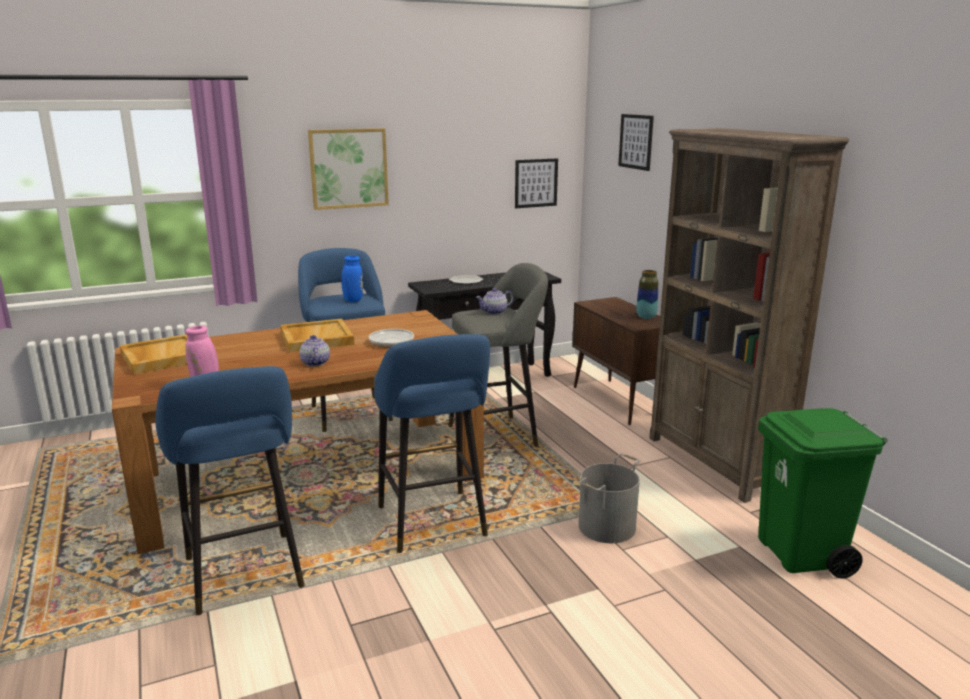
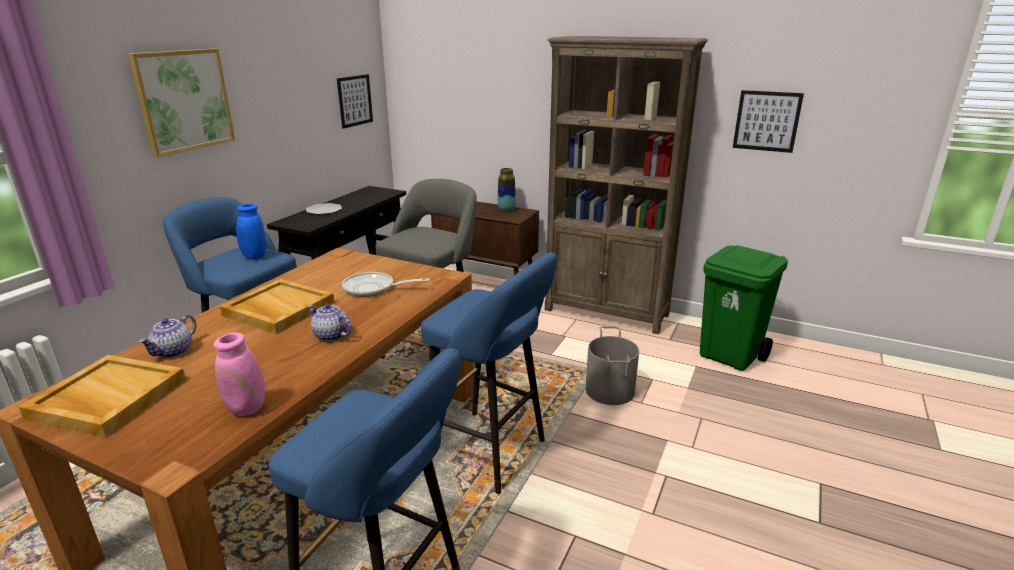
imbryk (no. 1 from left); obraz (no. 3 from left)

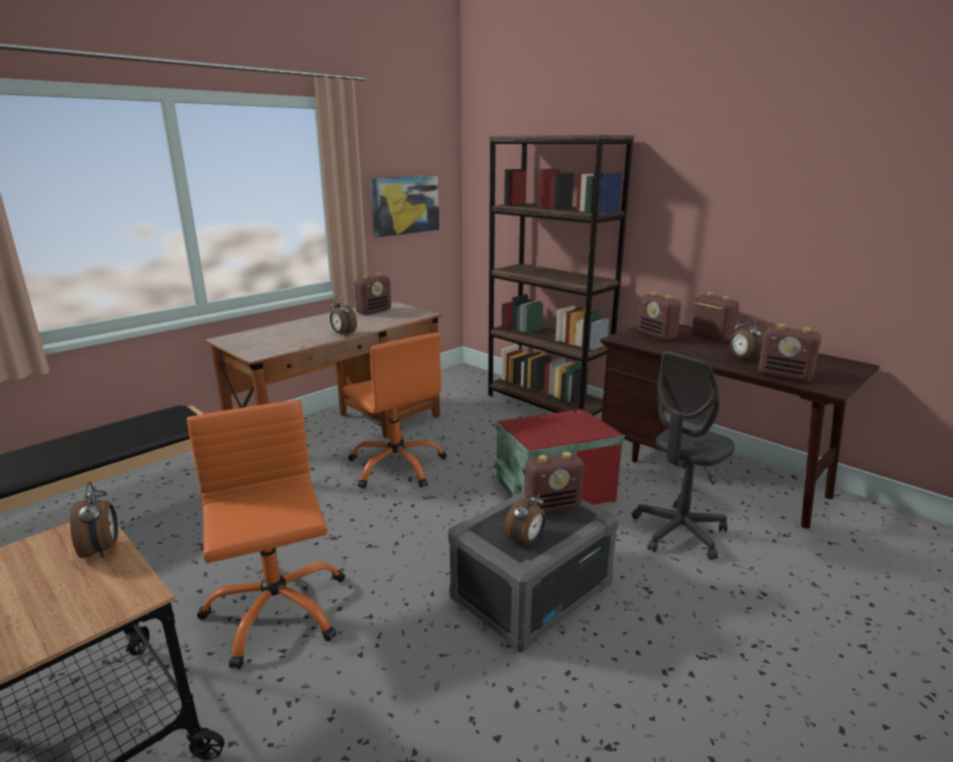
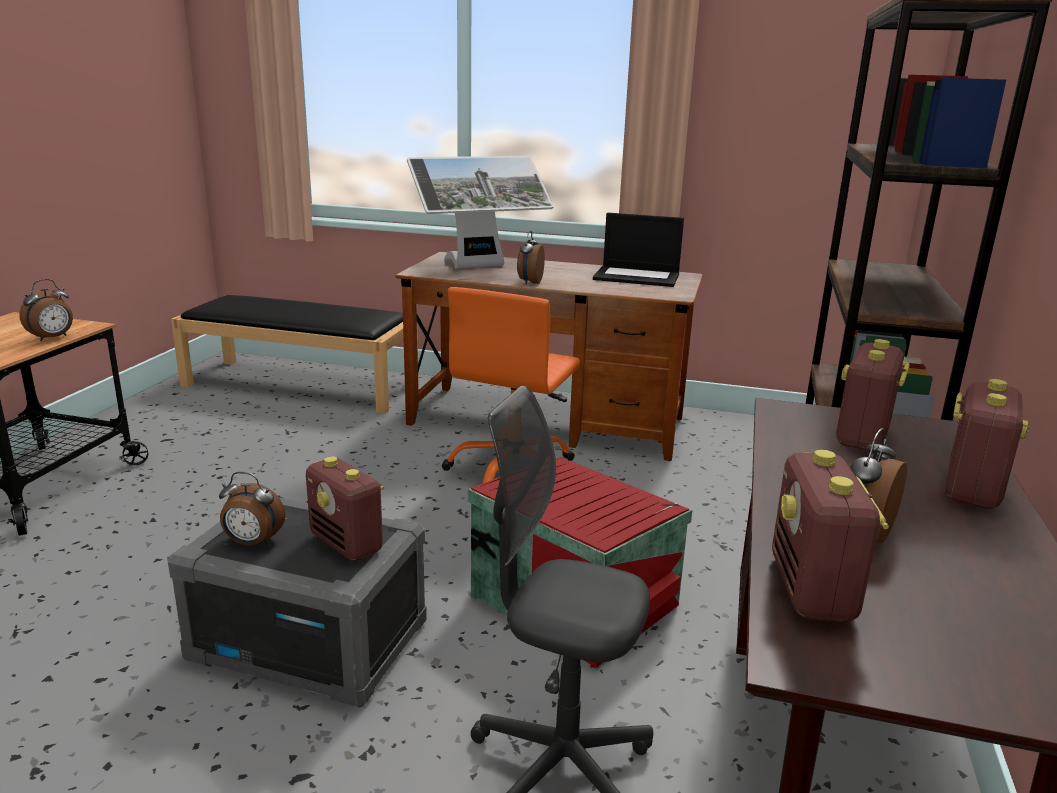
krzesło biurowe (pomarańczowy) (no. 1 from left in the first image); laptop; obraz; monitor

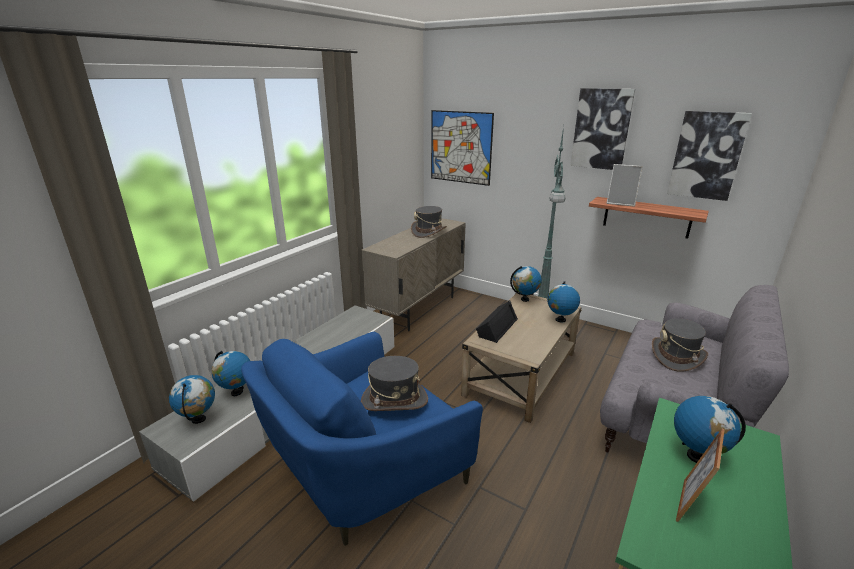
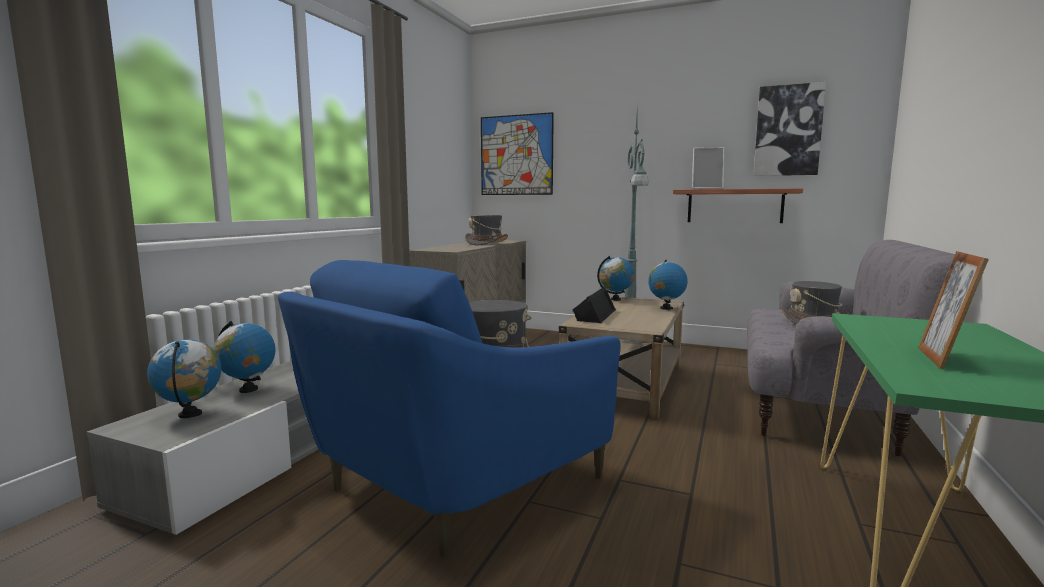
obraz (no. 2 from left in the first image); globus (no. 5 from left in the first image)

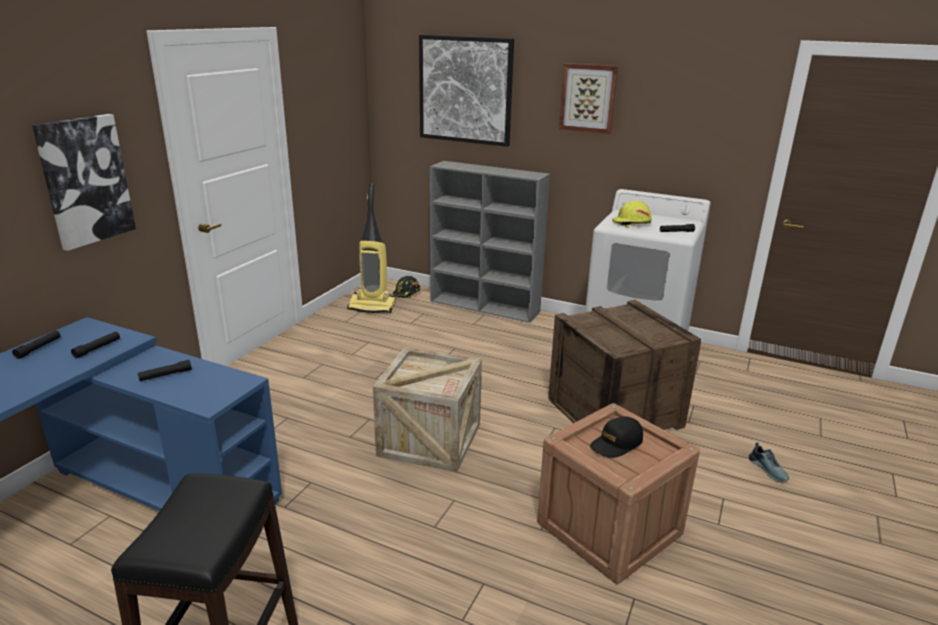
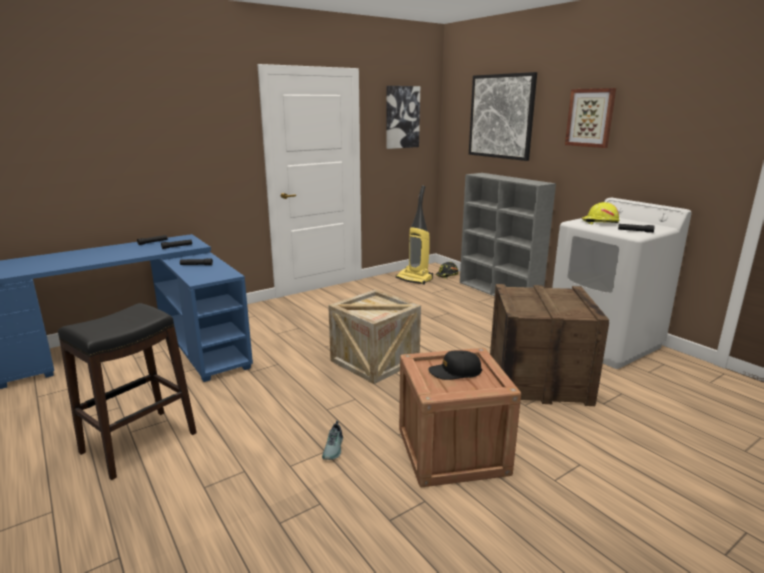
obraz (no. 1 from left); but

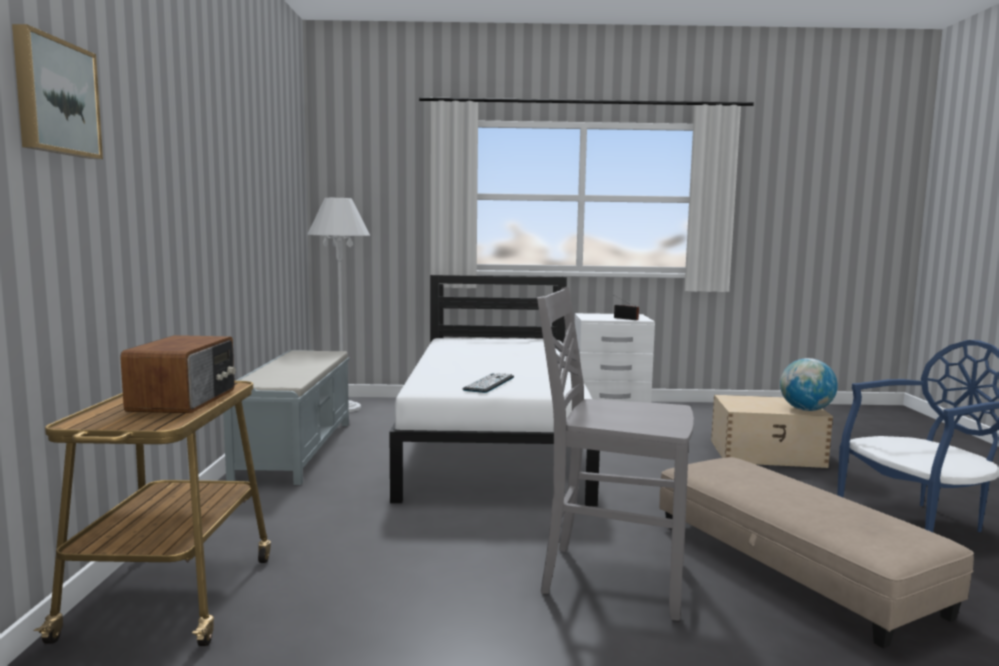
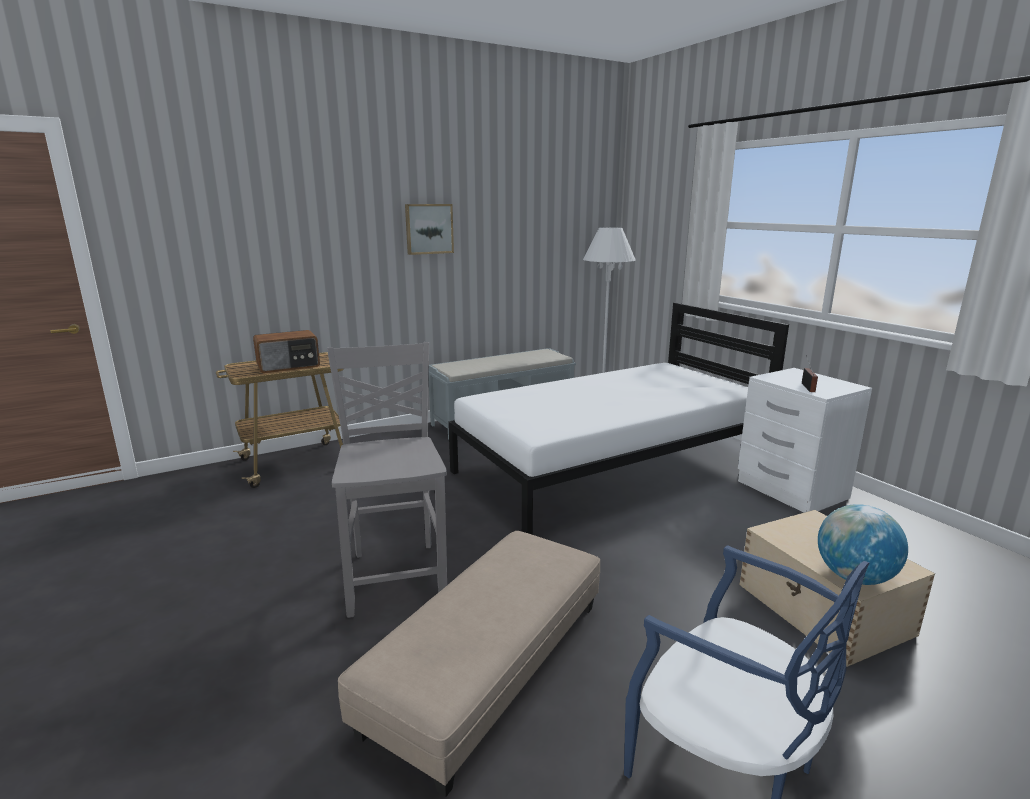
obraz; klawiatura

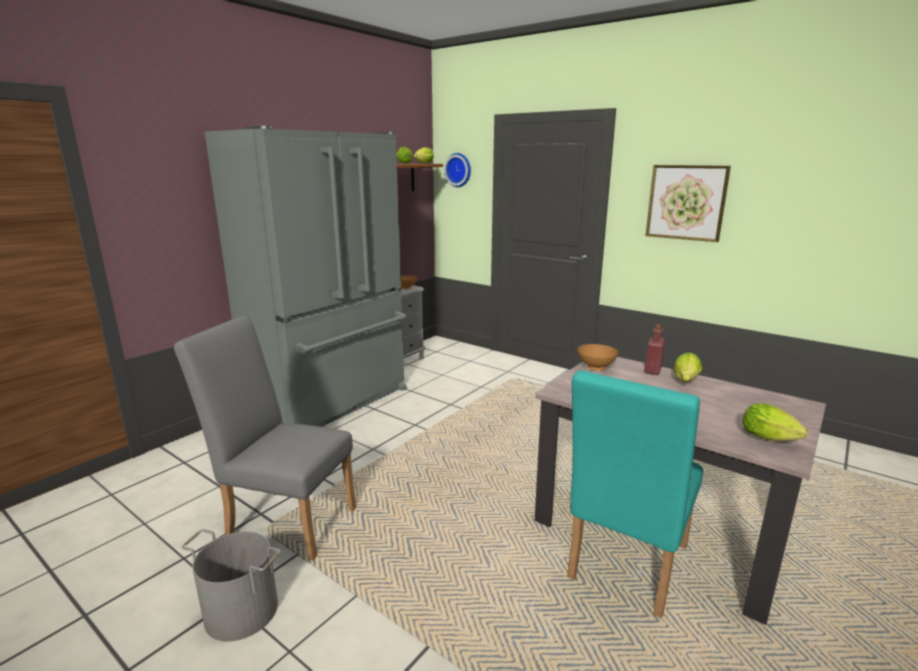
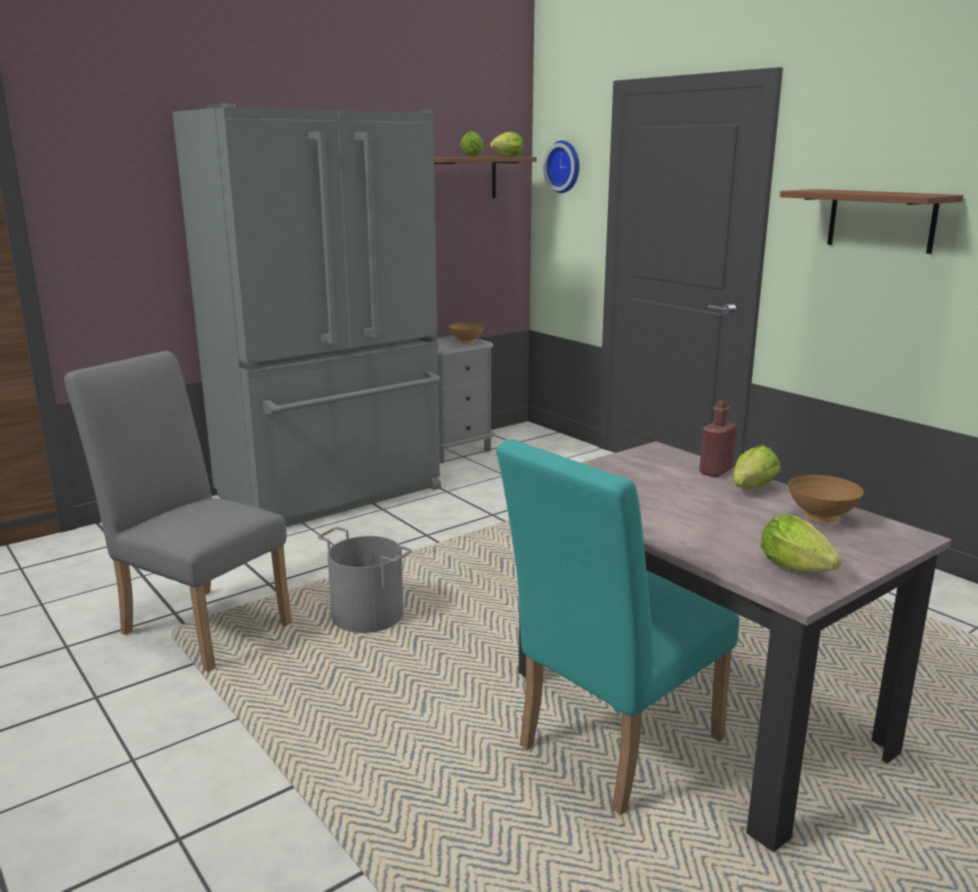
wiadro (szary); miska (brązowy) (no. 2 from left); półka (brązowy) (no. 2 from left)

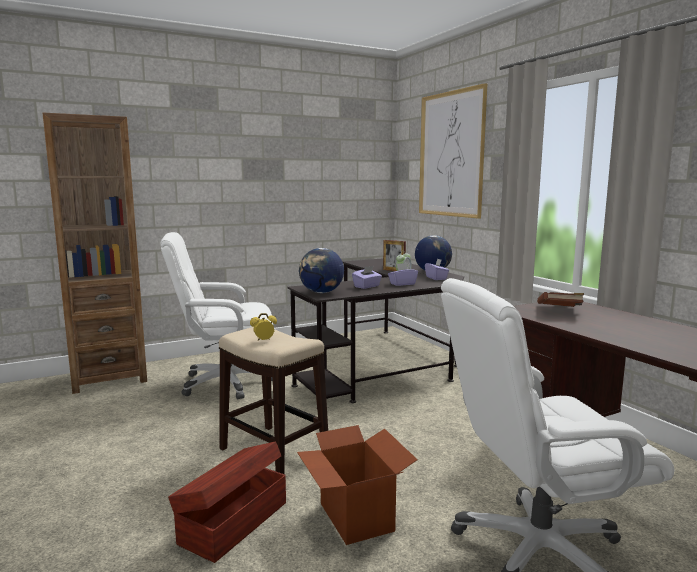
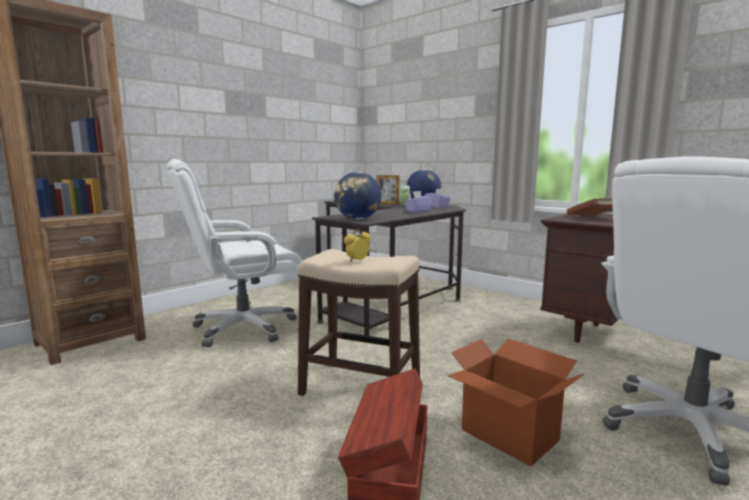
pudełko chusteczek (fioletowy) (no. 1 from left in the first image); obraz

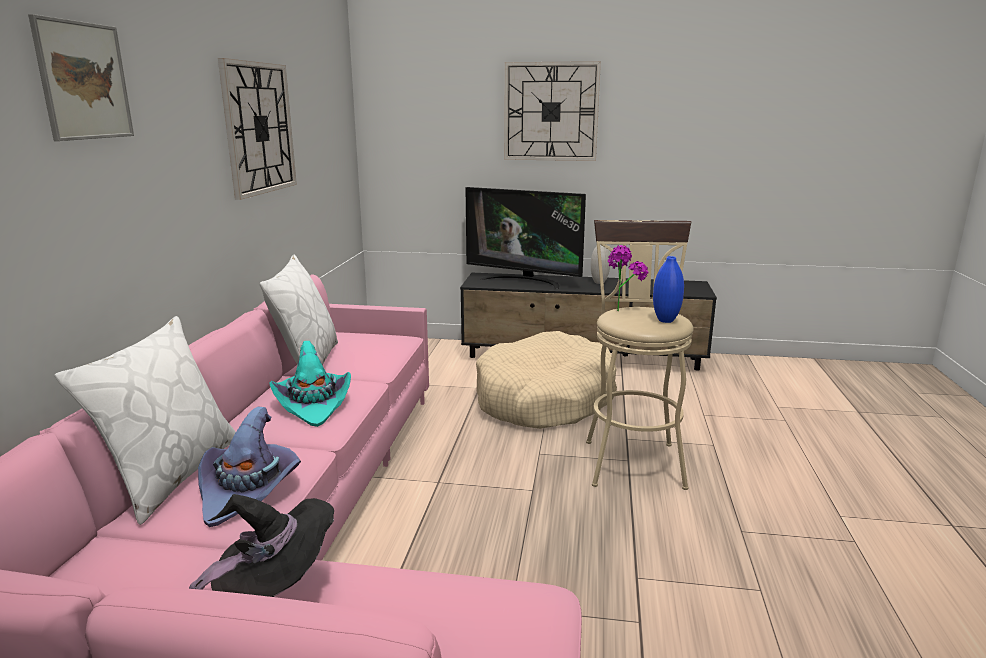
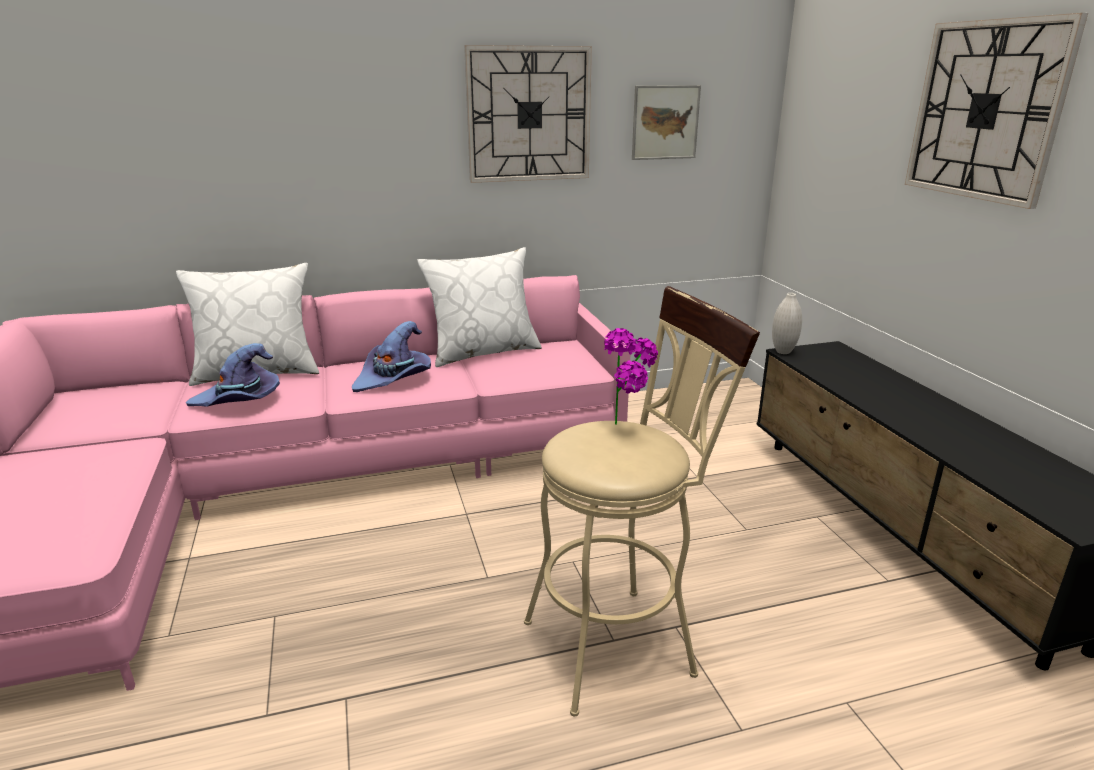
obraz; kapelusz (czarny); kapelusz (fioletowy) (no. 2 from left); telewizor; legowisko (beżowy); wazon (biały); wazon (niebieski)

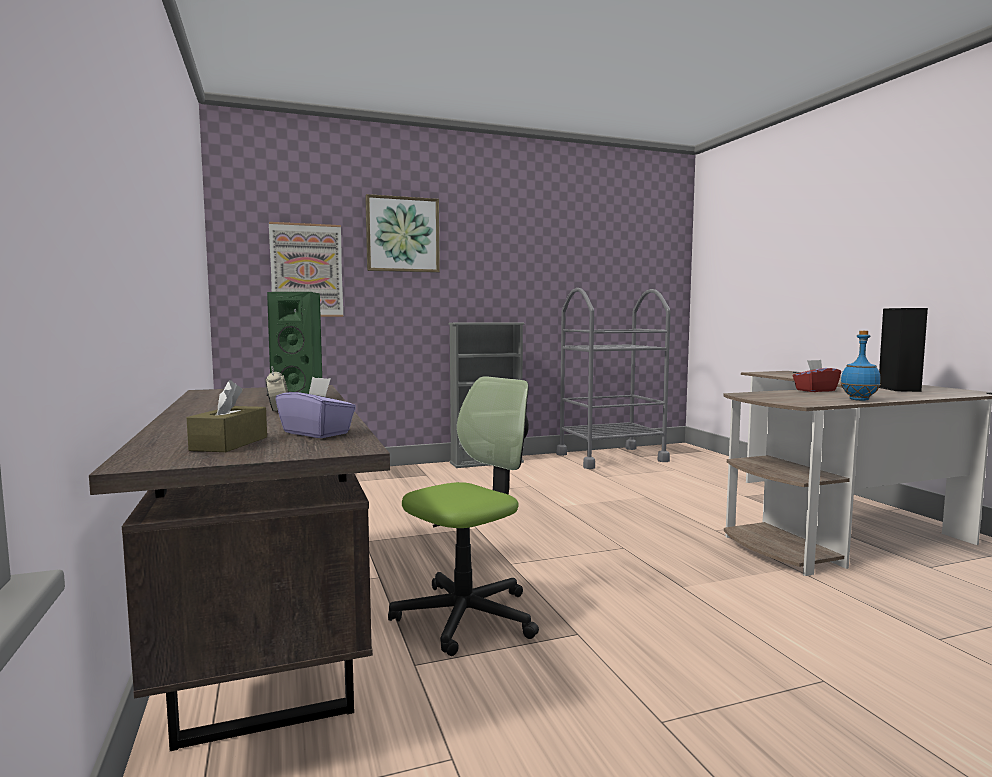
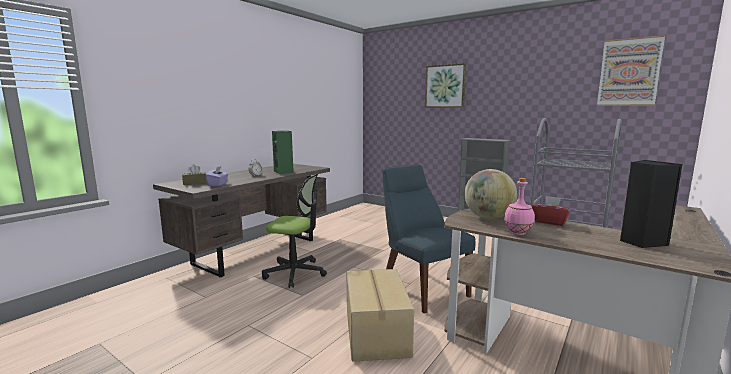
obraz (no. 2 from left); butelka (różowy); karton; krzesło (niebieski); globus

